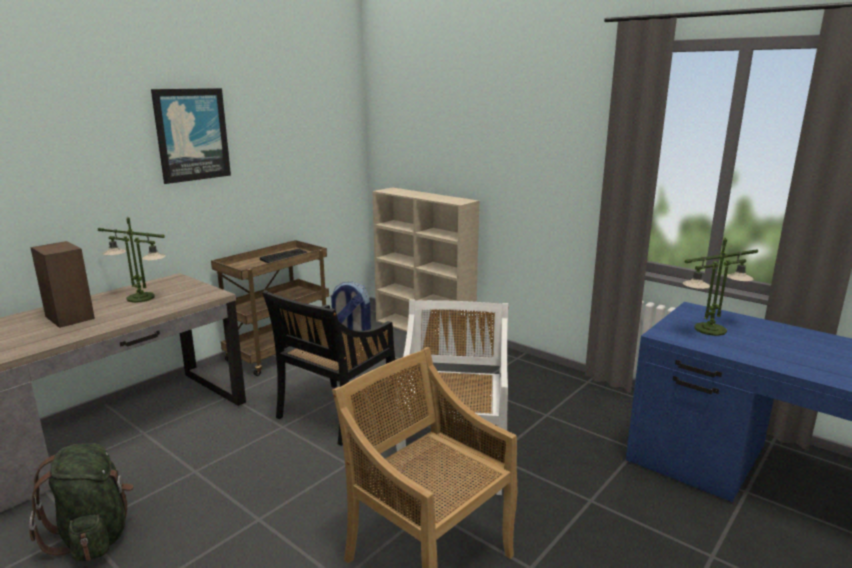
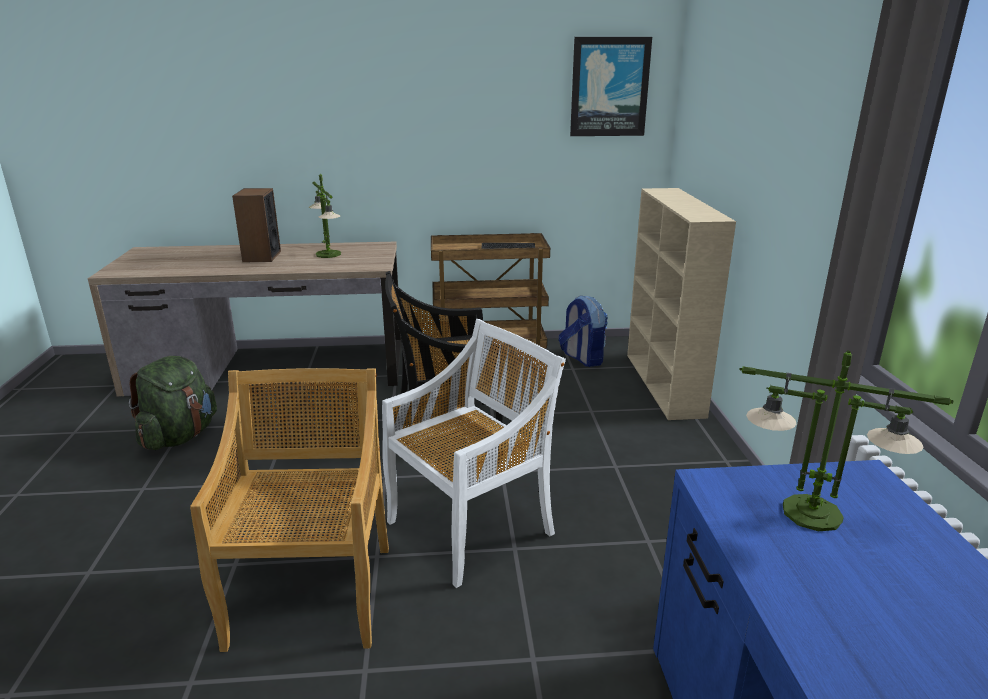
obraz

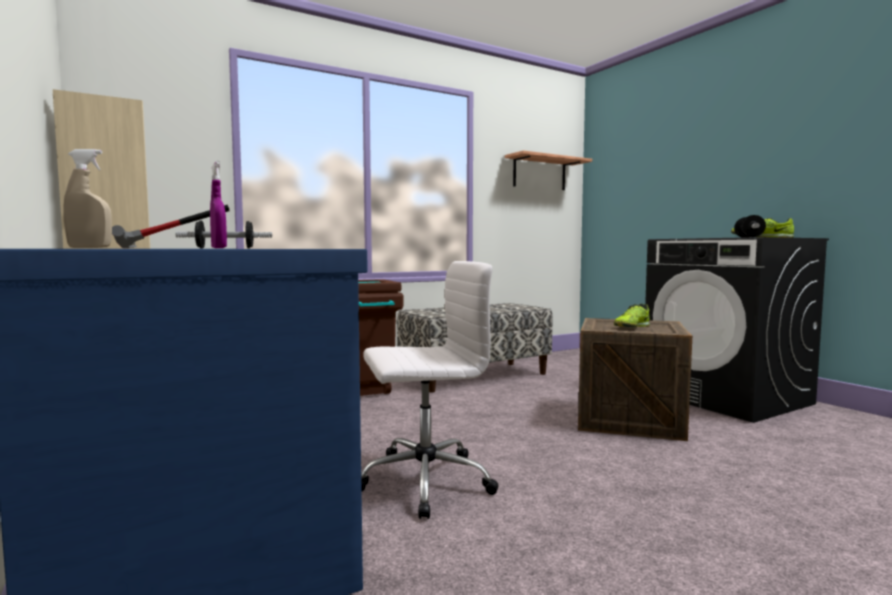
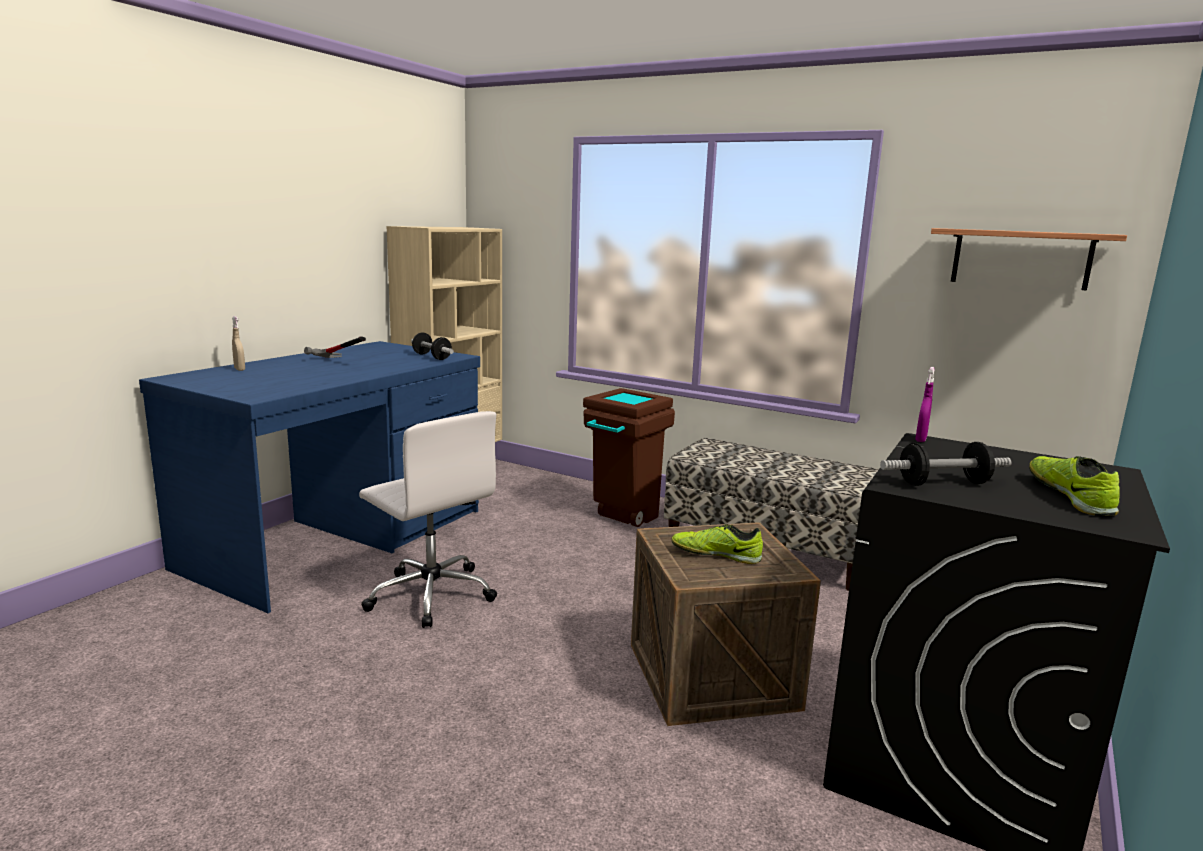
spryskiwacz (fioletowy)

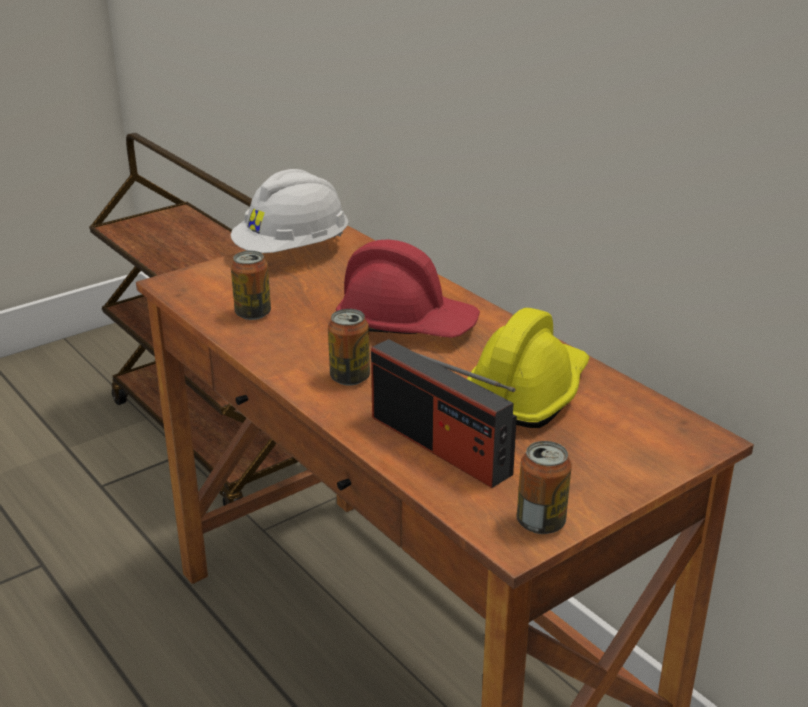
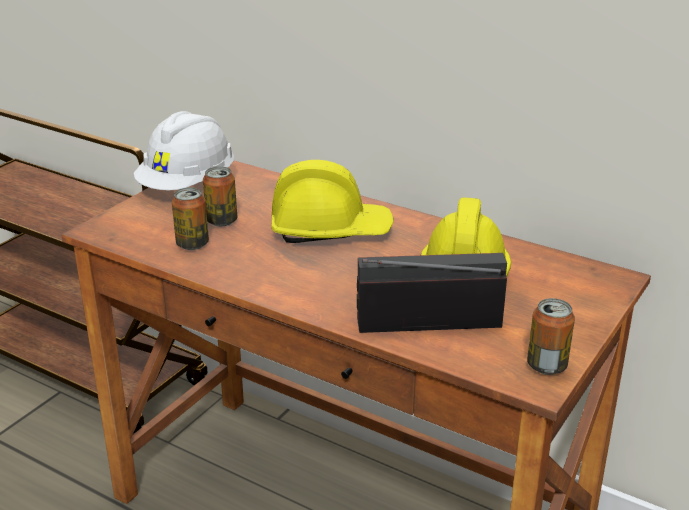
puszka (no. 2 from left); kask (żółty) (no. 1 from left); radio

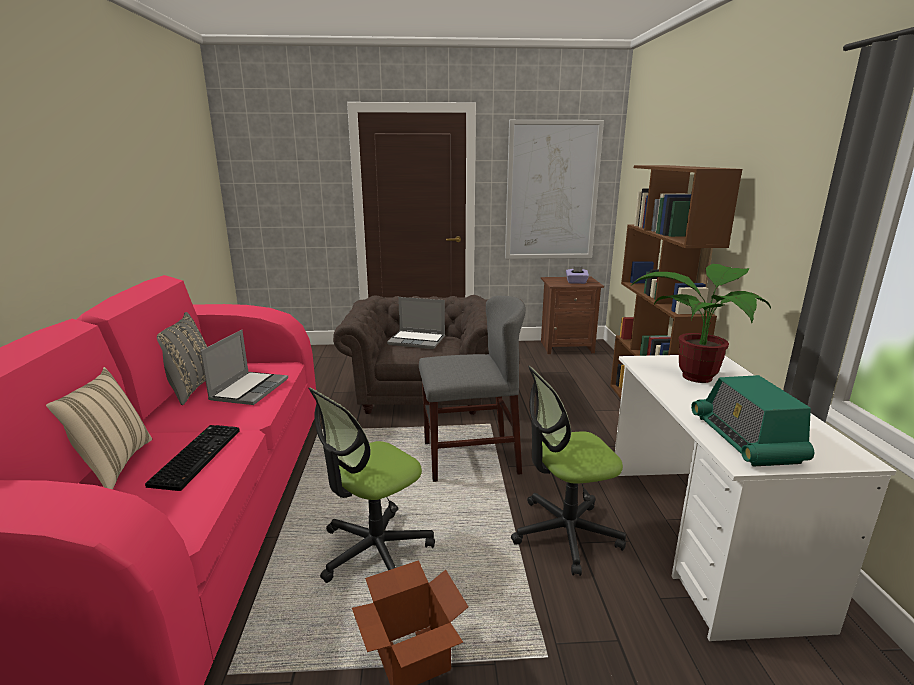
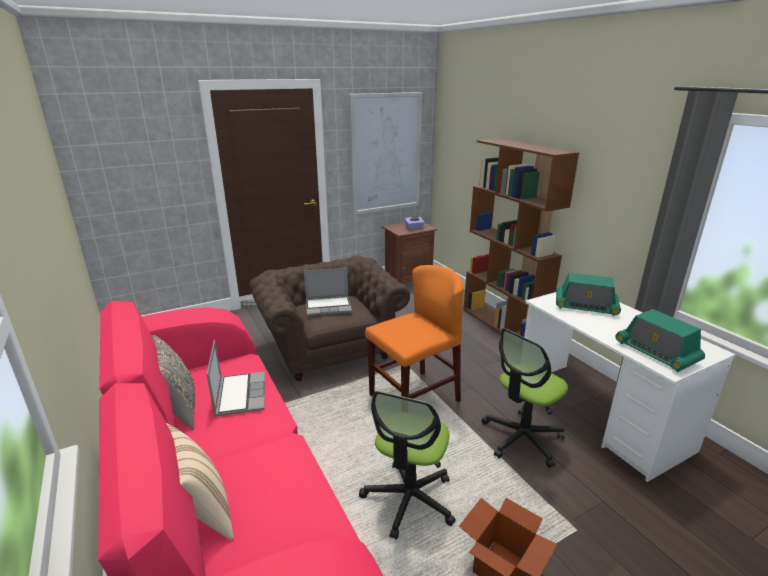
klawiatura; krzesło (pomarańczowy); radio (no. 1 from left)

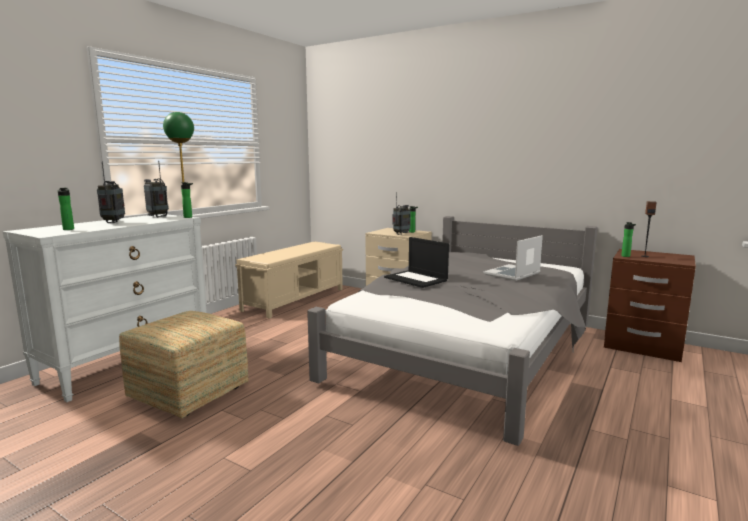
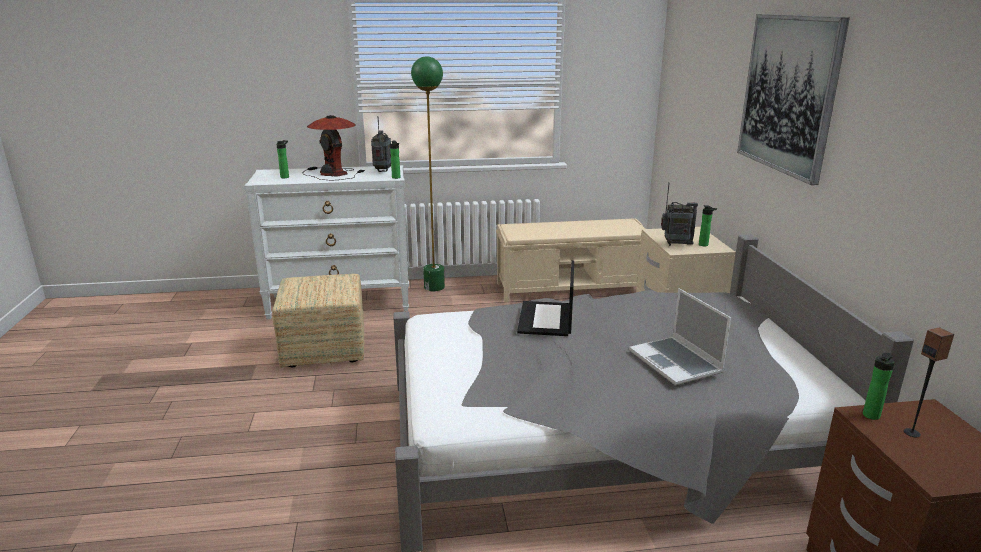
lampa stołowa; laptop (no. 2 from left); obraz

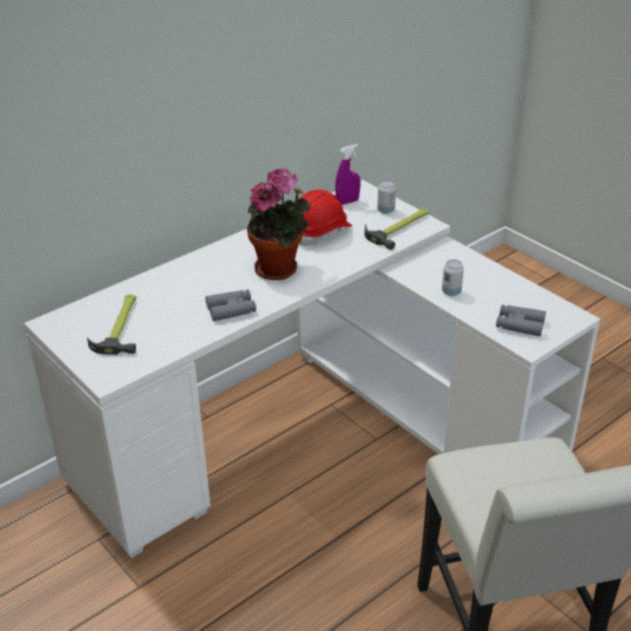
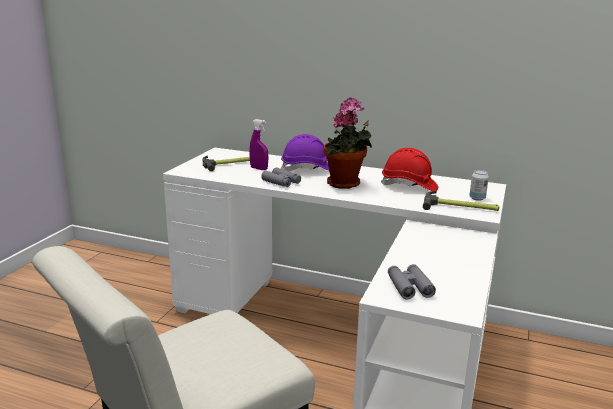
spryskiwacz (fioletowy); puszka (no. 2 from left in the first image); kask (fioletowy)

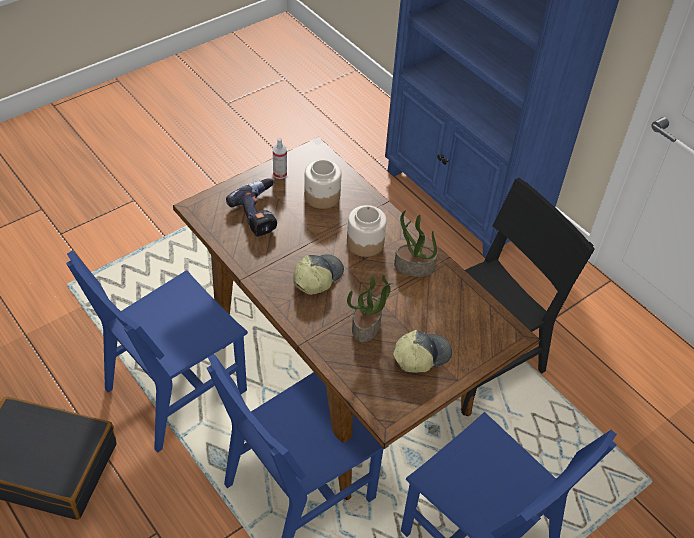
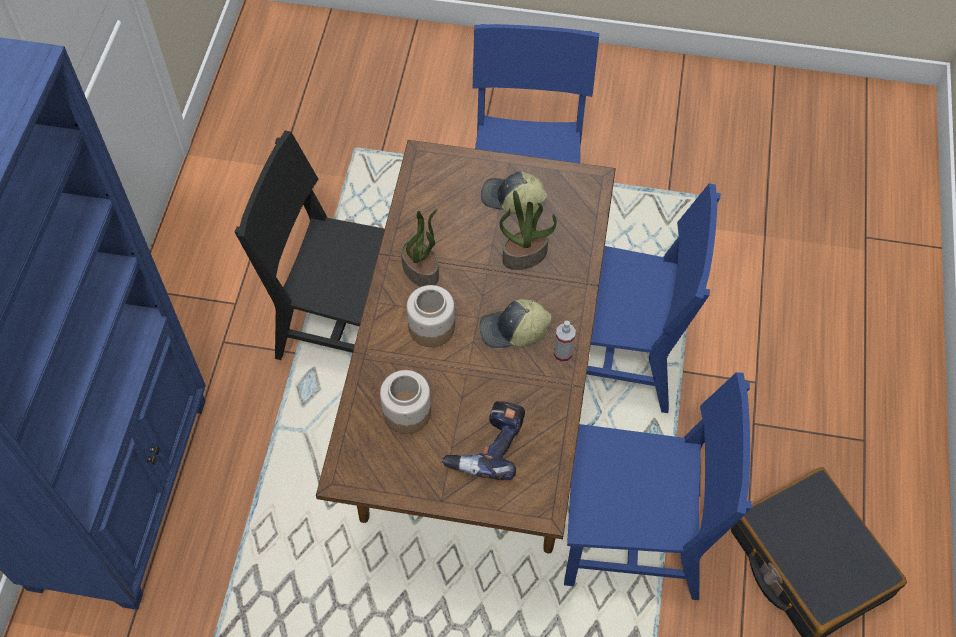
spryskiwacz

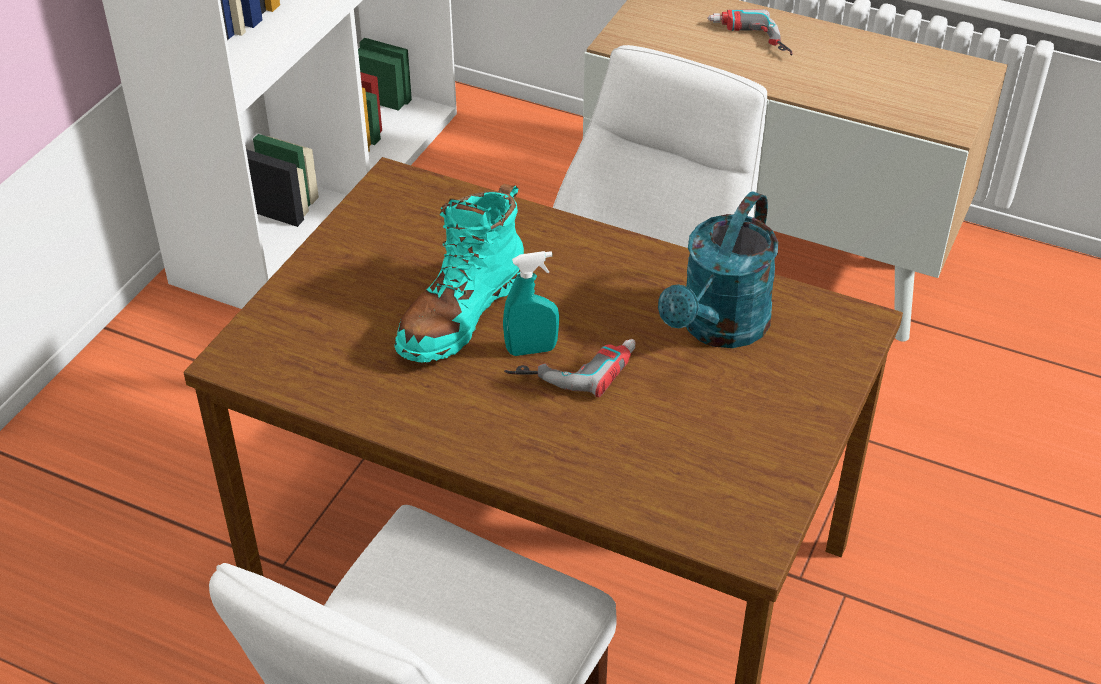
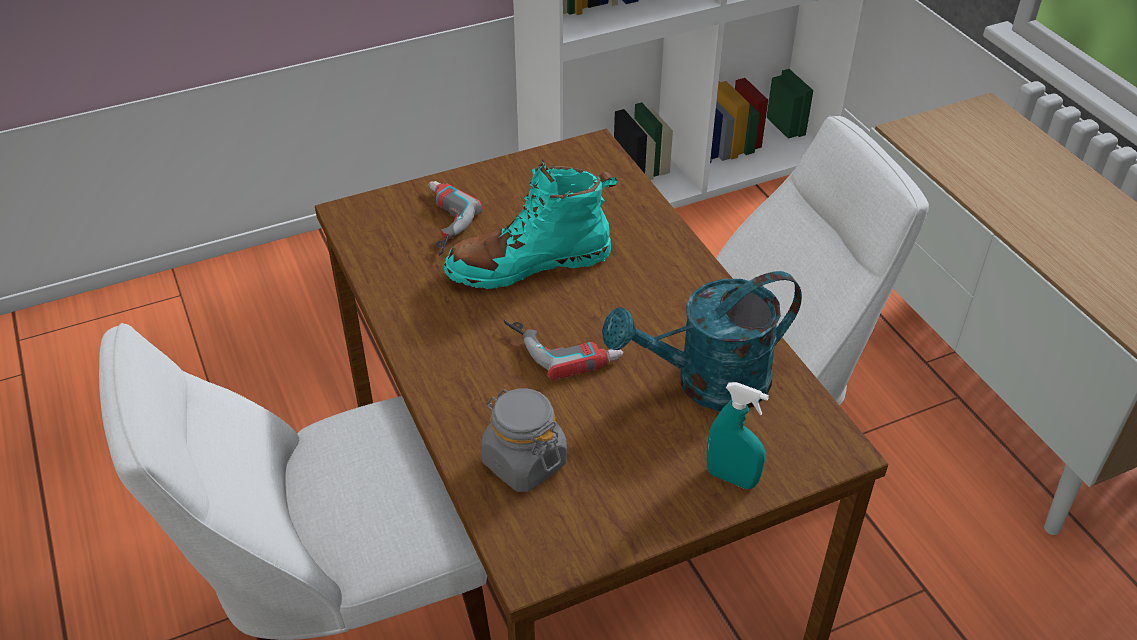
spryskiwacz (turkusowy); wiertarka (no. 1 from left); słoik (szary)

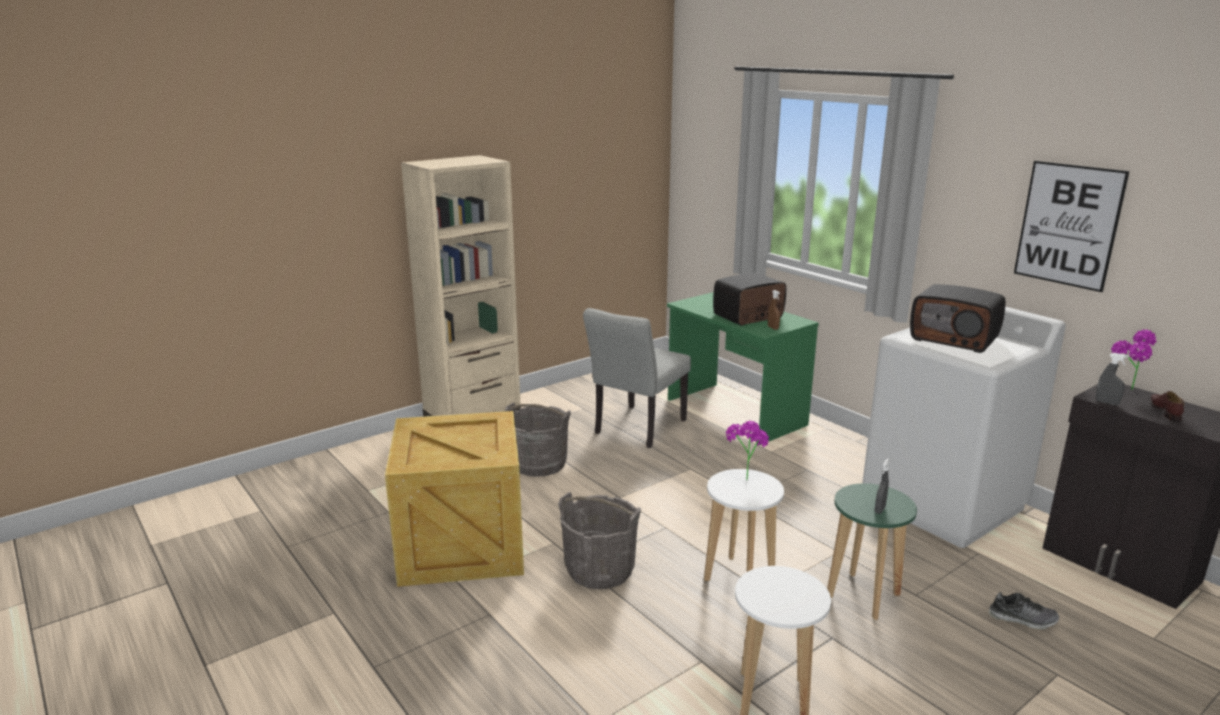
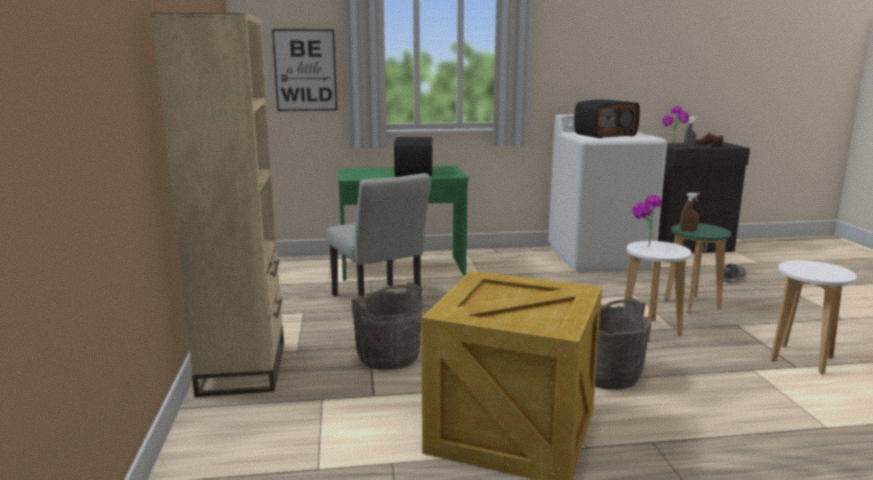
spryskiwacz (brązowy); spryskiwacz (szary) (no. 1 from left in the first image); obraz

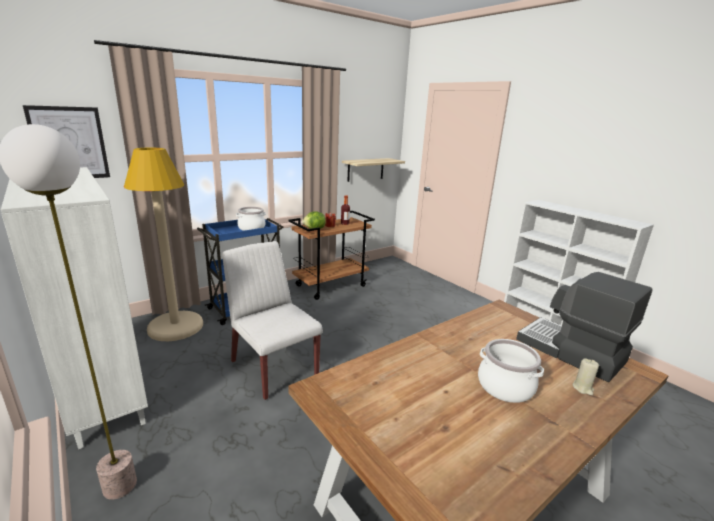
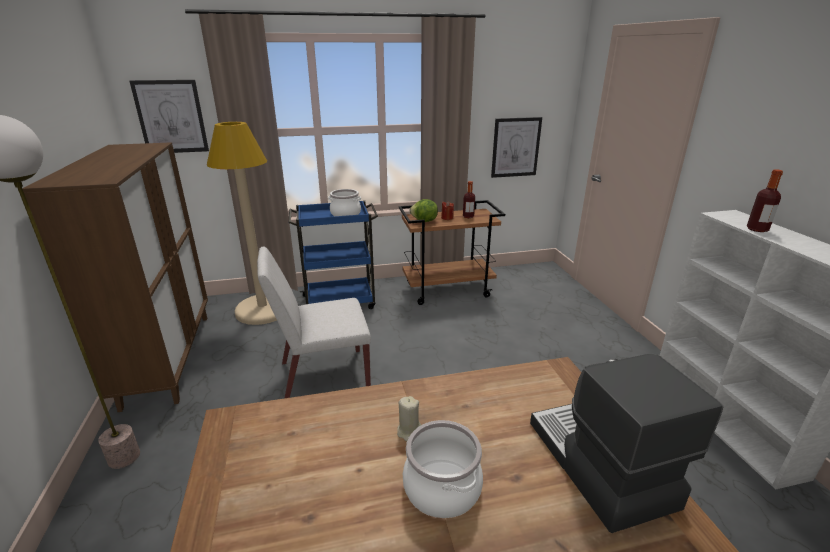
szafka (brązowy); krzesło (biały); obraz (no. 2 from left); świeca (beżowy); butelka (no. 2 from left)

